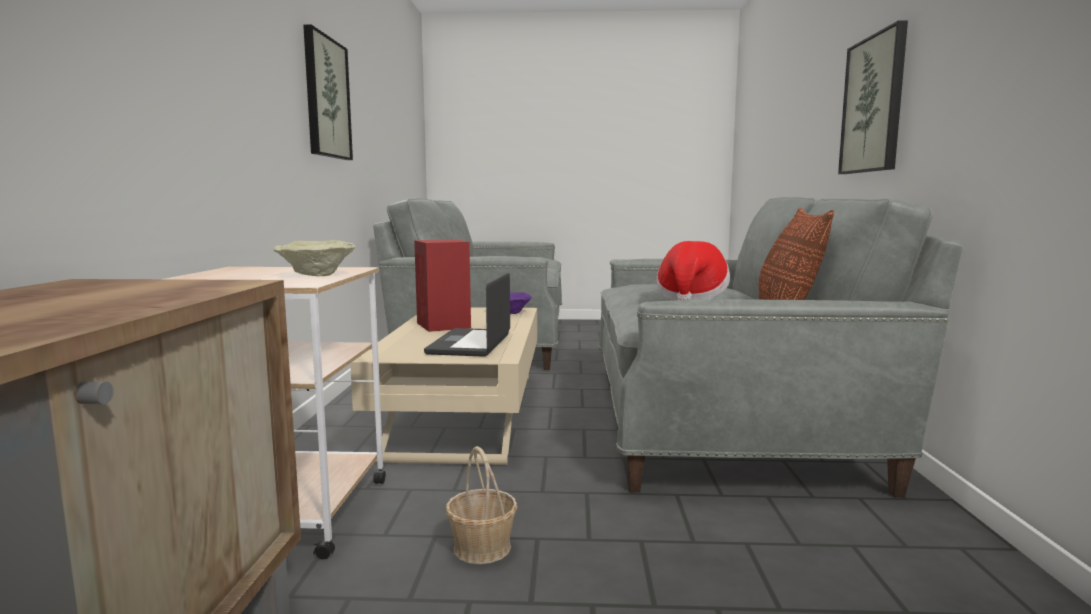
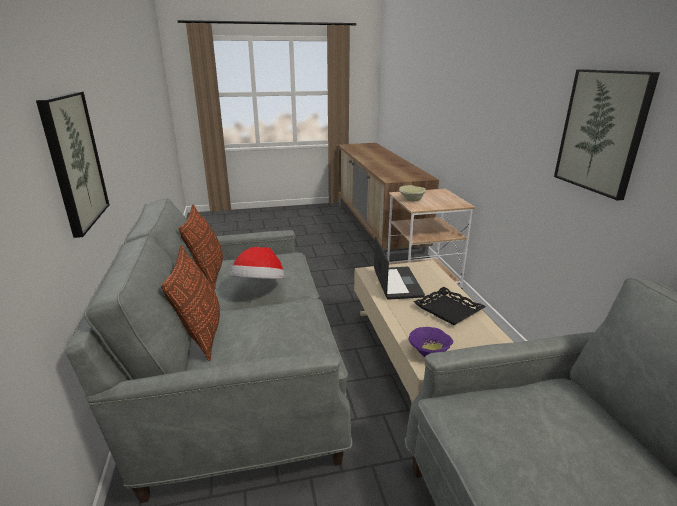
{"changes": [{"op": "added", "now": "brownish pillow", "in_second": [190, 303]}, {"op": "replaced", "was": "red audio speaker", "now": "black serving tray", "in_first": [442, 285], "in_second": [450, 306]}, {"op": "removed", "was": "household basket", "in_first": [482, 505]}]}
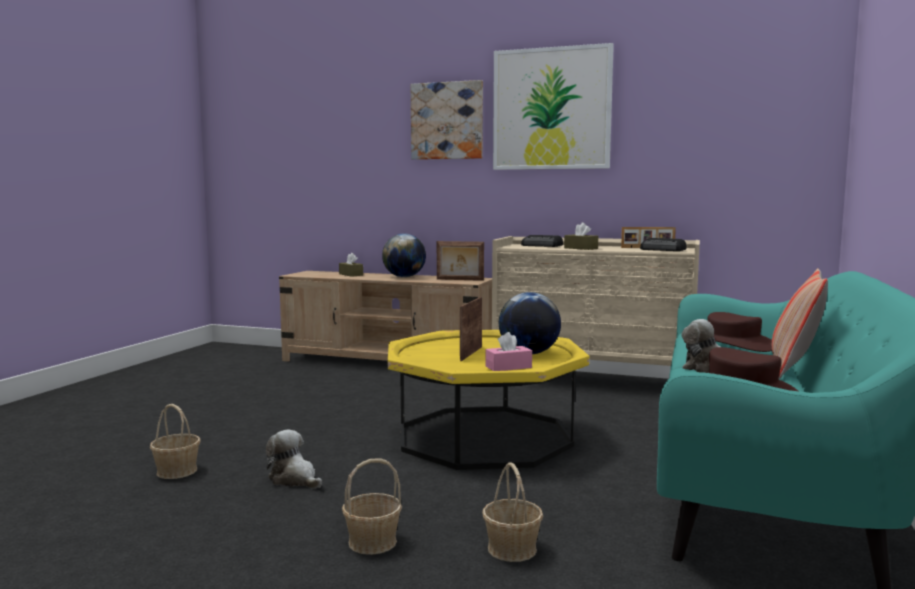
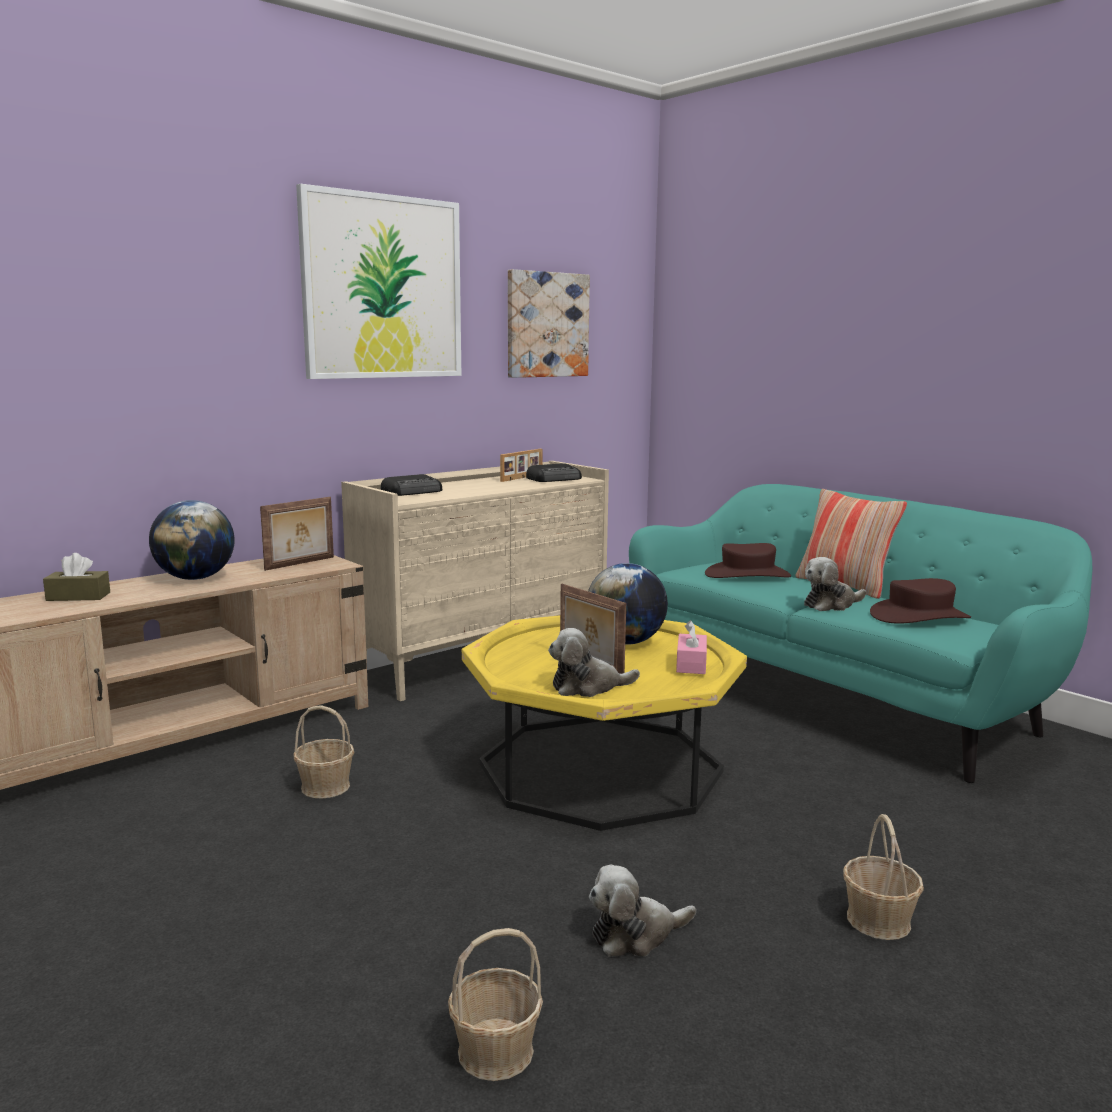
{"changes": [{"op": "moved", "was": "household basket", "in_first": [512, 512], "in_second": [323, 752]}, {"op": "moved", "was": "wall picture", "in_first": [447, 120], "in_second": [549, 323]}, {"op": "added", "now": "soft toy", "in_second": [594, 662]}, {"op": "removed", "was": "brownish tissue box", "in_first": [581, 236]}]}
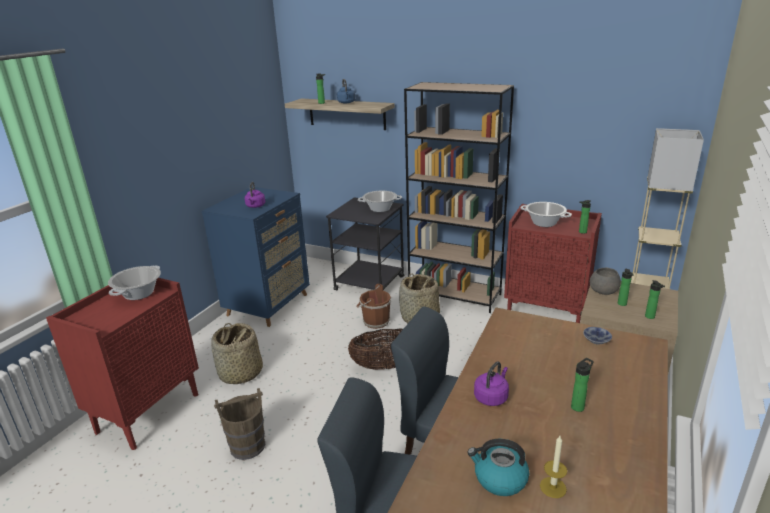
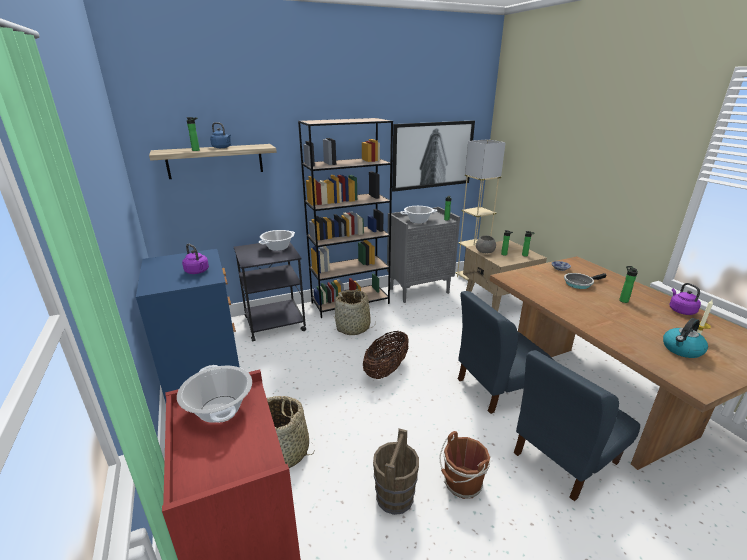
{"changes": [{"op": "recoloured", "was": "red storage cabinet", "now": "grey storage cabinet", "in_first": [553, 263], "in_second": [423, 255]}, {"op": "added", "now": "wall picture", "in_second": [433, 156]}, {"op": "moved", "was": "brownish pail", "in_first": [373, 306], "in_second": [465, 465]}, {"op": "added", "now": "frying pan", "in_second": [585, 281]}, {"op": "moved", "was": "purplish kettle", "in_first": [491, 383], "in_second": [685, 299]}]}
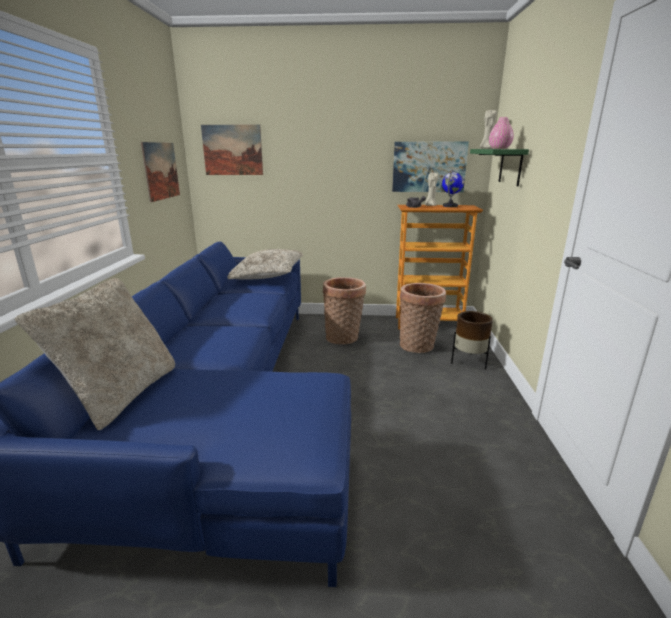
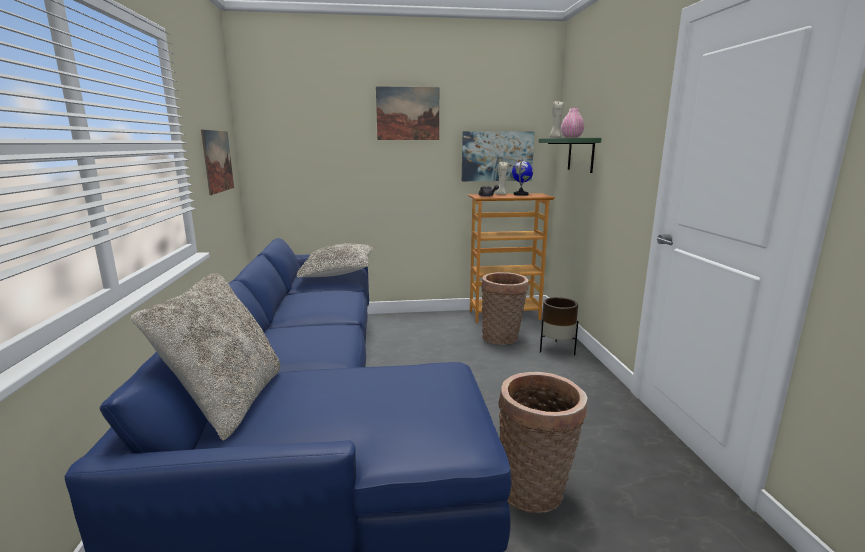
{"changes": [{"op": "moved", "was": "wall picture", "in_first": [232, 150], "in_second": [407, 113]}, {"op": "moved", "was": "household basket", "in_first": [344, 311], "in_second": [543, 442]}]}
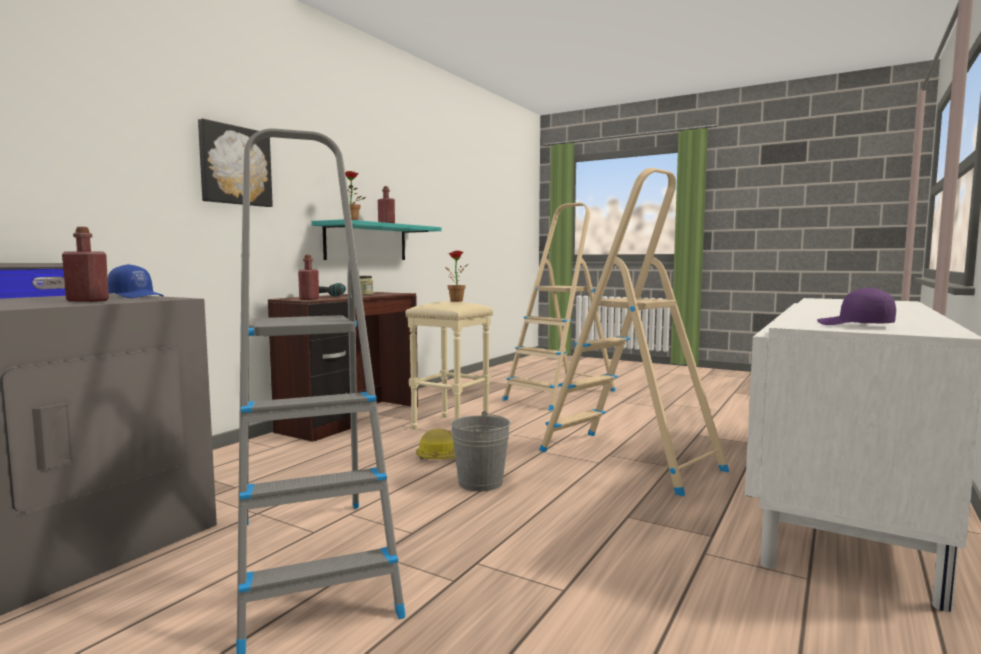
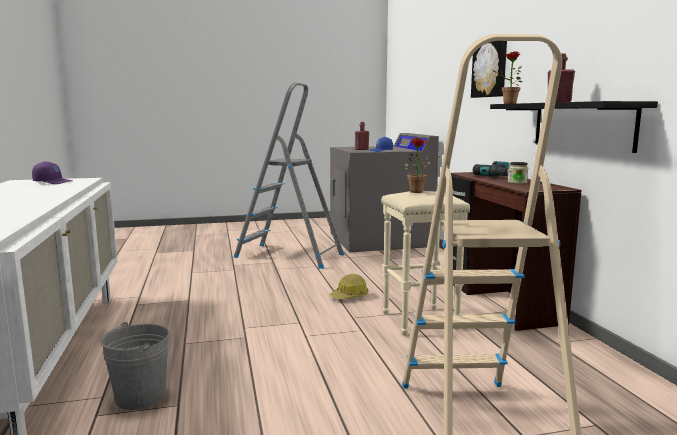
{"changes": [{"op": "moved", "was": "grey pail", "in_first": [481, 451], "in_second": [134, 366]}, {"op": "recoloured", "was": "turquoise-coloured shelf", "now": "black shelf", "in_first": [377, 239], "in_second": [574, 127]}, {"op": "removed", "was": "red beverage bottle", "in_first": [308, 277]}, {"op": "removed", "was": "beige stepladder", "in_first": [634, 332]}]}
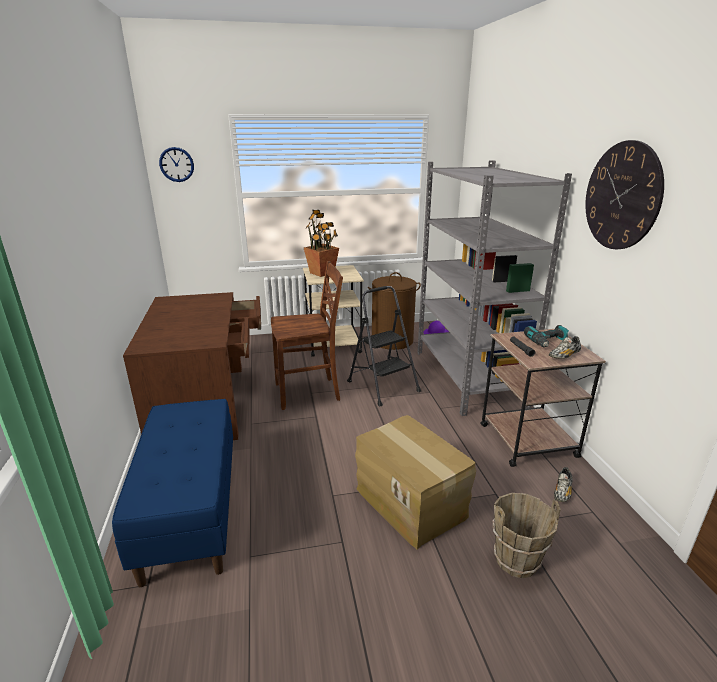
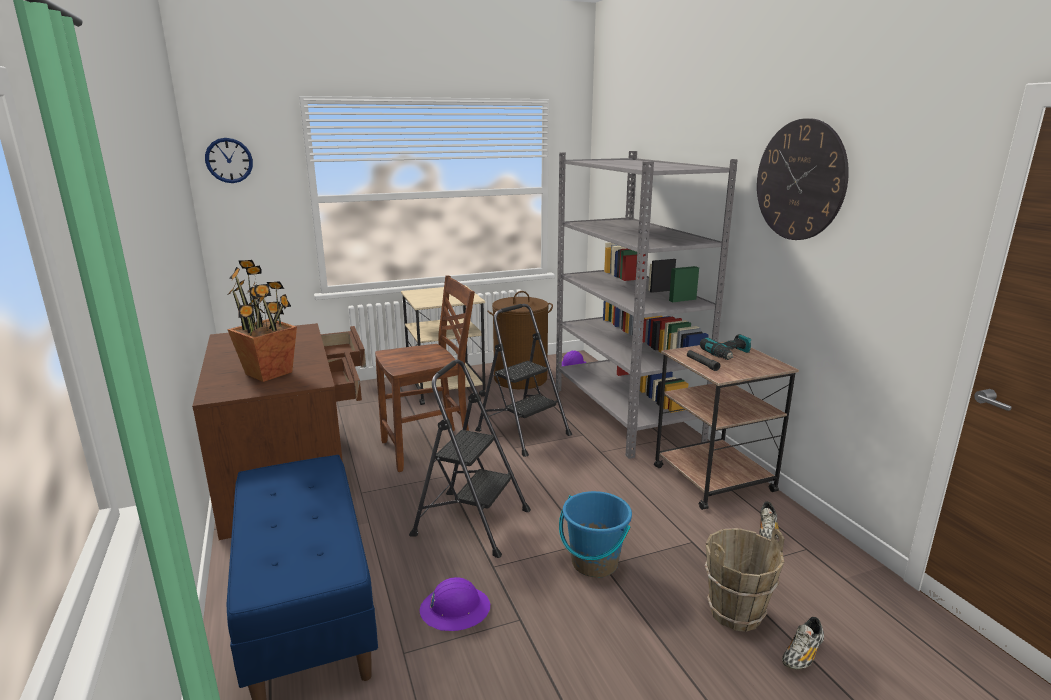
{"changes": [{"op": "moved", "was": "houseplant", "in_first": [321, 243], "in_second": [262, 321]}, {"op": "added", "now": "black stepladder", "in_second": [470, 459]}, {"op": "added", "now": "purplish hard hat", "in_second": [455, 604]}, {"op": "replaced", "was": "carton", "now": "blue-coloured pail", "in_first": [415, 482], "in_second": [595, 534]}, {"op": "moved", "was": "shoe", "in_first": [565, 347], "in_second": [803, 643]}]}
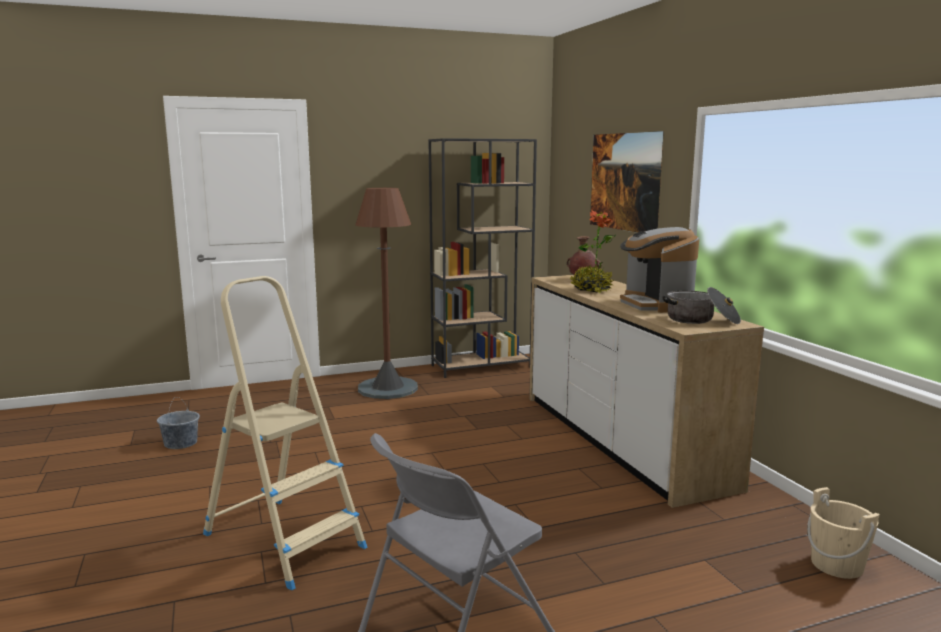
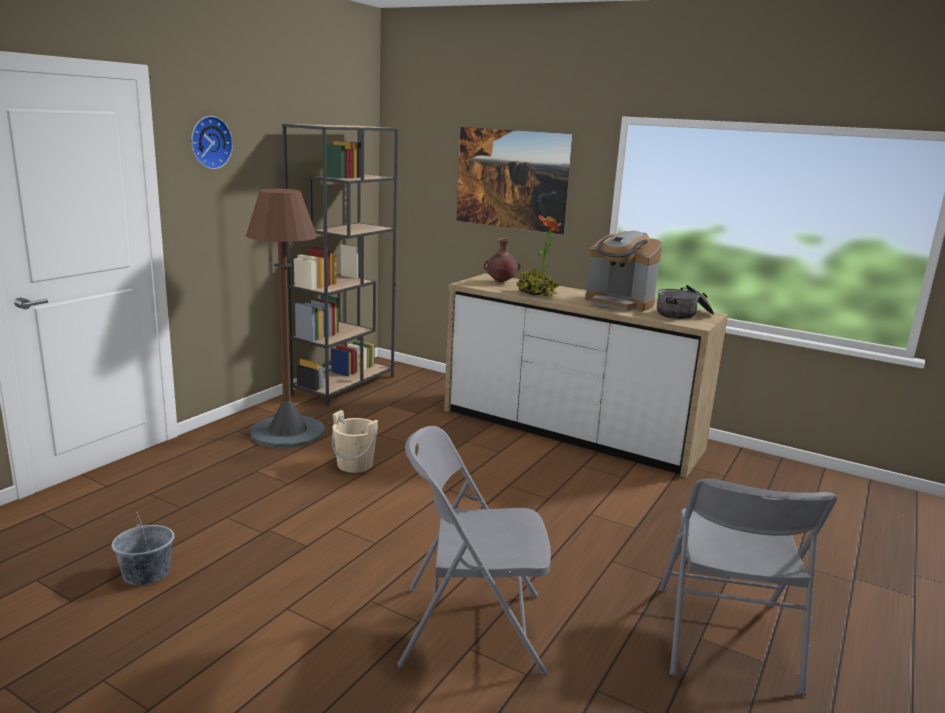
{"changes": [{"op": "added", "now": "hanging clock", "in_second": [212, 142]}, {"op": "moved", "was": "beige pail", "in_first": [843, 533], "in_second": [355, 441]}, {"op": "replaced", "was": "beige stepladder", "now": "grey upright chair", "in_first": [285, 433], "in_second": [474, 551]}]}
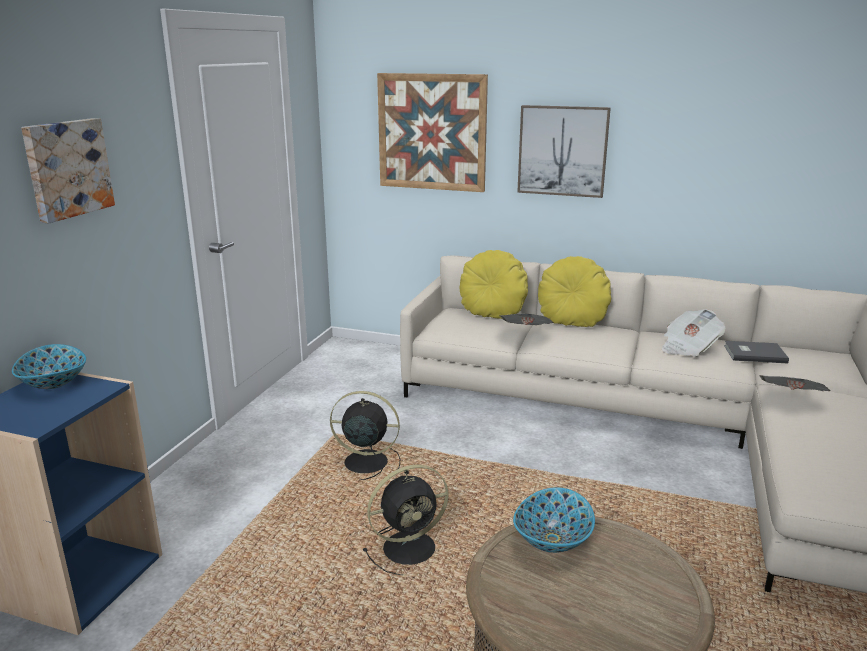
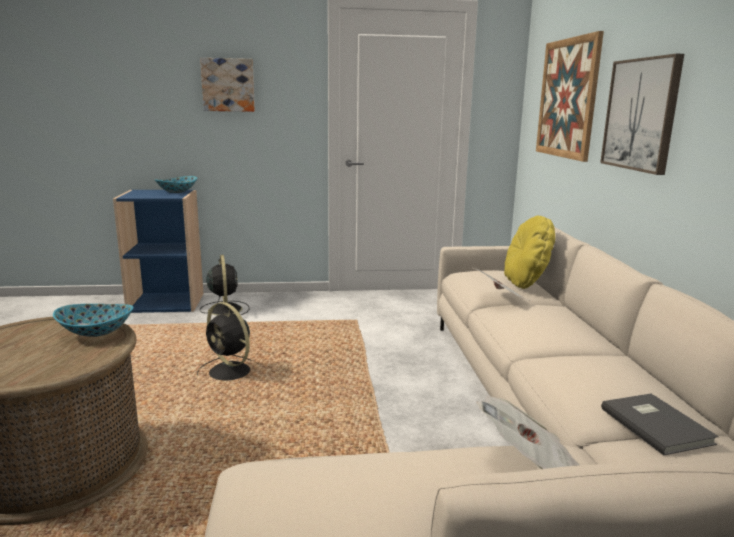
{"changes": [{"op": "moved", "was": "black cooling fan", "in_first": [365, 435], "in_second": [225, 285]}, {"op": "removed", "was": "yellowish pillow", "in_first": [574, 291]}, {"op": "removed", "was": "daily paper", "in_first": [693, 333]}]}
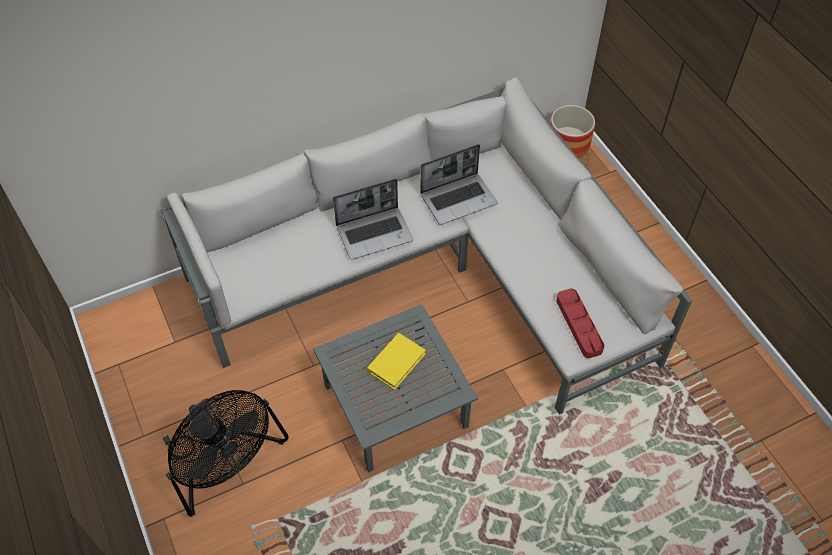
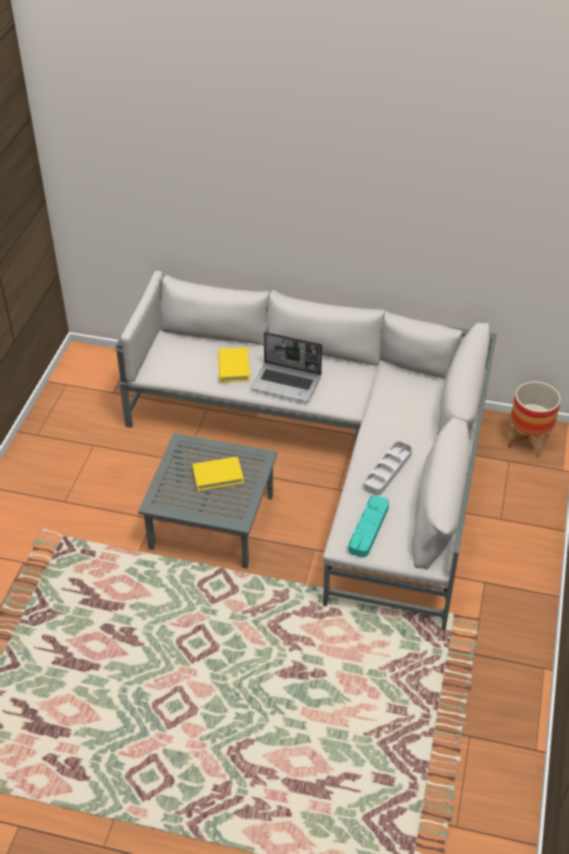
{"changes": [{"op": "added", "now": "yellowish book", "in_second": [234, 364]}, {"op": "recoloured", "was": "red serving tray", "now": "turquoise-coloured serving tray", "in_first": [580, 323], "in_second": [368, 526]}, {"op": "added", "now": "grey serving tray", "in_second": [388, 468]}, {"op": "removed", "was": "black cooling fan", "in_first": [226, 453]}, {"op": "removed", "was": "laptop", "in_first": [458, 184]}]}
